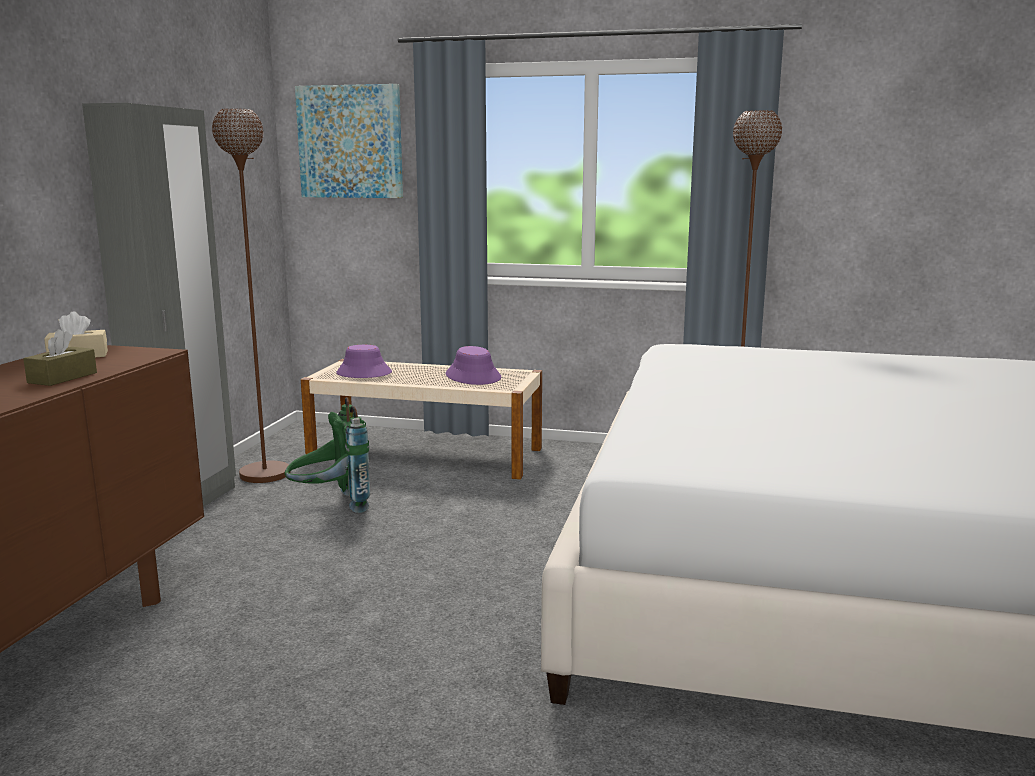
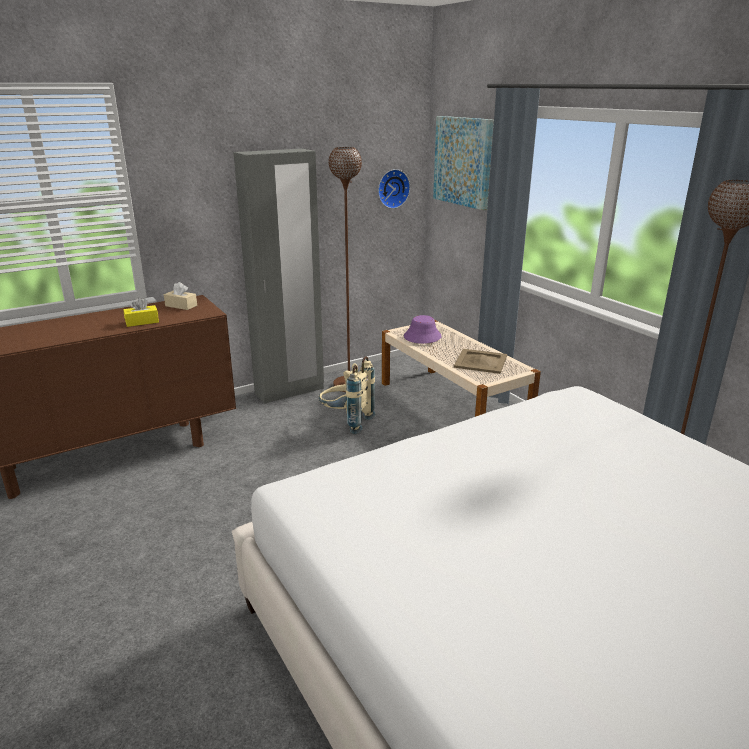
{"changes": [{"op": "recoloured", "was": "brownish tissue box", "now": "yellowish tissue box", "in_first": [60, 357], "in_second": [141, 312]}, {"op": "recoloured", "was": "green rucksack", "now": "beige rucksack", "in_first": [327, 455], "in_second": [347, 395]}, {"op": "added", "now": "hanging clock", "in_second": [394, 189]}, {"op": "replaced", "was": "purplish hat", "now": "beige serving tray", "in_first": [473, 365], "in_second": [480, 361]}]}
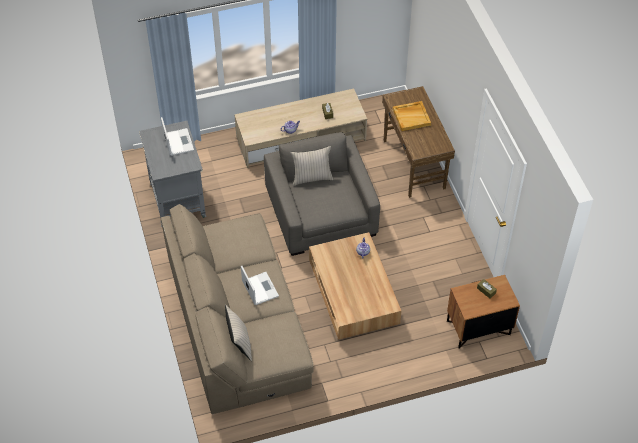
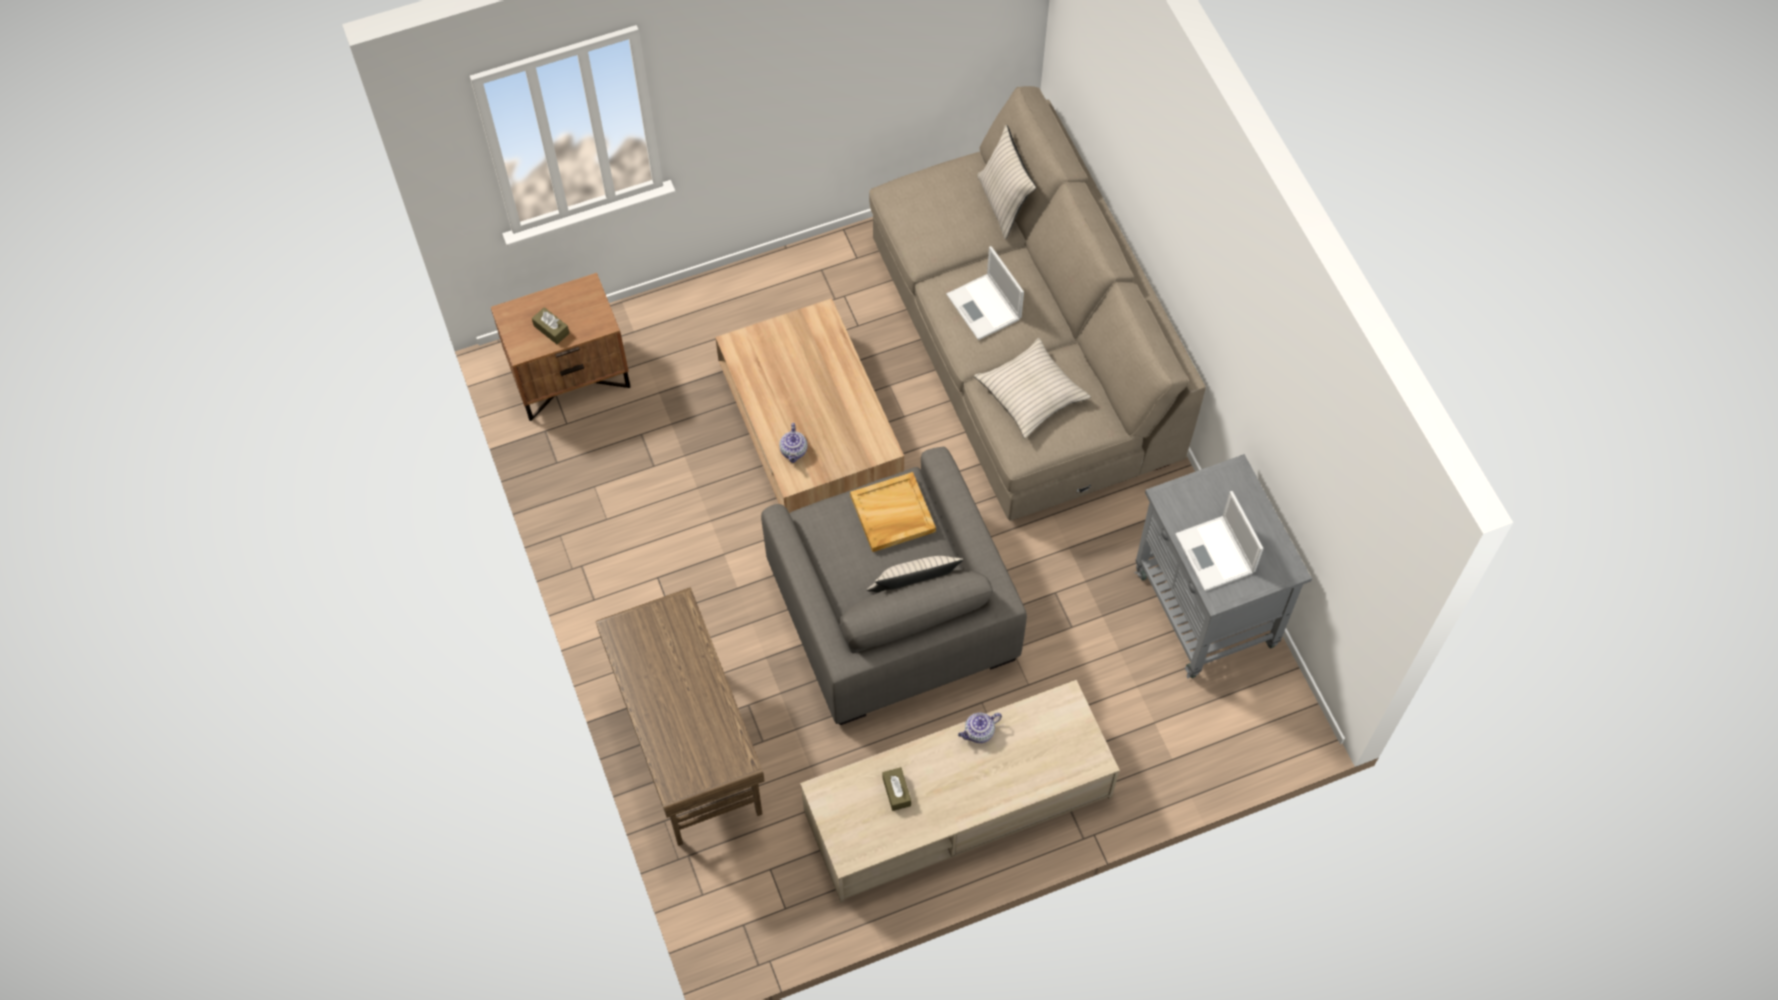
{"changes": [{"op": "moved", "was": "beige serving tray", "in_first": [412, 116], "in_second": [893, 512]}, {"op": "added", "now": "beige pillow", "in_second": [1032, 388]}]}
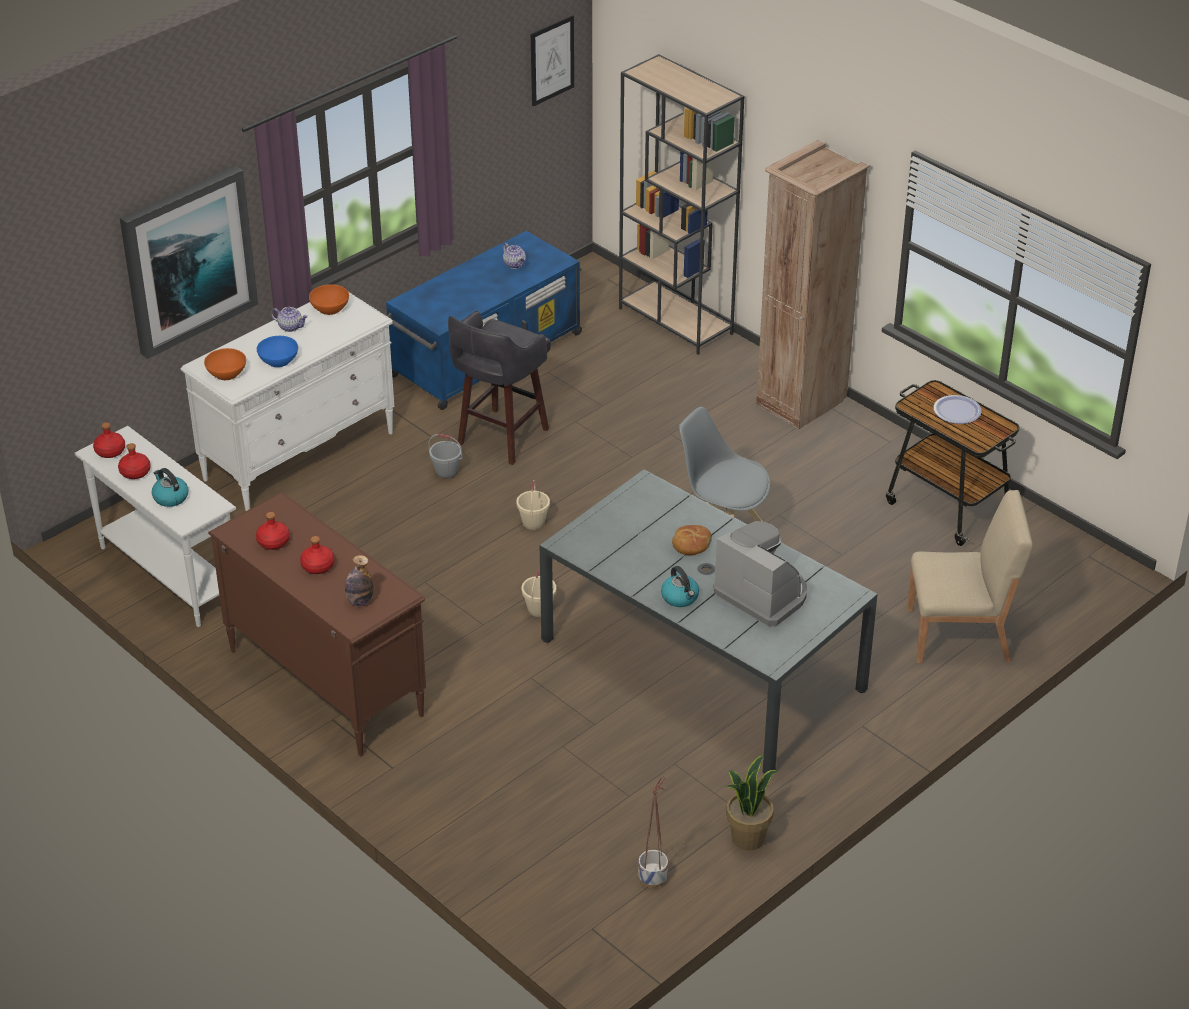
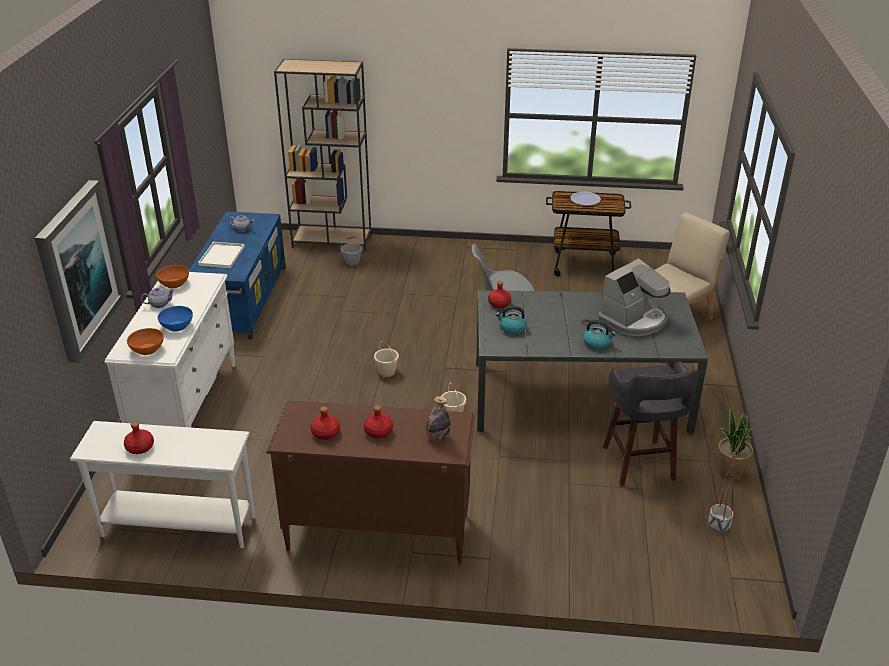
{"changes": [{"op": "added", "now": "whitish serving tray", "in_second": [221, 255]}, {"op": "moved", "was": "grey pail", "in_first": [445, 456], "in_second": [351, 251]}, {"op": "moved", "was": "red beverage bottle", "in_first": [109, 440], "in_second": [499, 294]}, {"op": "moved", "was": "kettle", "in_first": [170, 487], "in_second": [511, 320]}, {"op": "turned", "was": "coffee brewer", "in_first": [760, 574], "in_second": [634, 297], "clockwise": 135}, {"op": "moved", "was": "grey sitting stool", "in_first": [499, 388], "in_second": [650, 423]}, {"op": "removed", "was": "wall picture", "in_first": [552, 61]}, {"op": "removed", "was": "bread", "in_first": [692, 540]}, {"op": "removed", "was": "brownish storage cabinet", "in_first": [813, 284]}]}
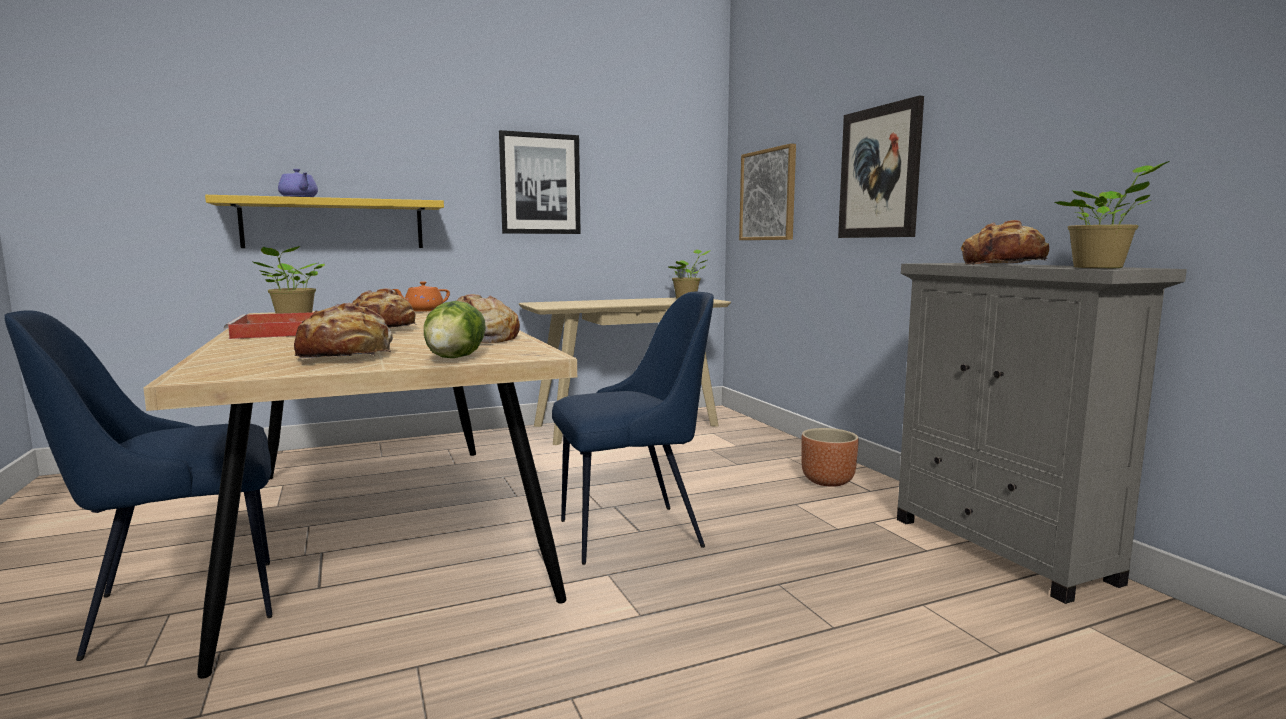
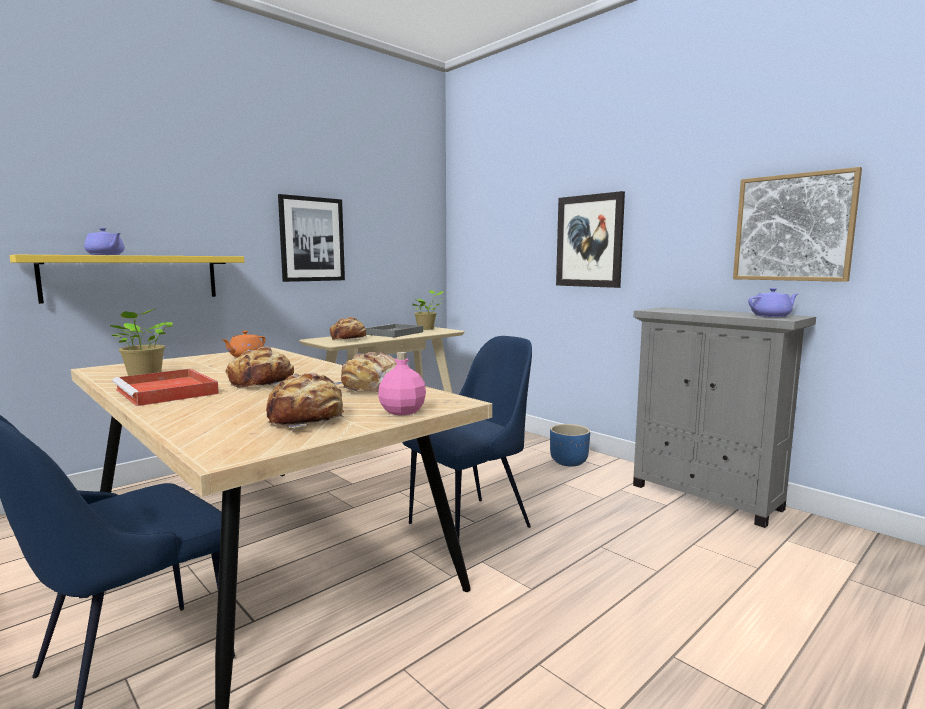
{"changes": [{"op": "moved", "was": "bread", "in_first": [1005, 242], "in_second": [348, 328]}, {"op": "added", "now": "grey serving tray", "in_second": [394, 330]}, {"op": "replaced", "was": "head of lettuce", "now": "pink-coloured beverage bottle", "in_first": [455, 329], "in_second": [402, 383]}, {"op": "recoloured", "was": "brownish planter", "now": "blue-coloured planter", "in_first": [830, 457], "in_second": [570, 445]}, {"op": "moved", "was": "wall picture", "in_first": [767, 191], "in_second": [797, 224]}, {"op": "replaced", "was": "houseplant", "now": "purplish tea pot", "in_first": [1112, 214], "in_second": [773, 302]}]}
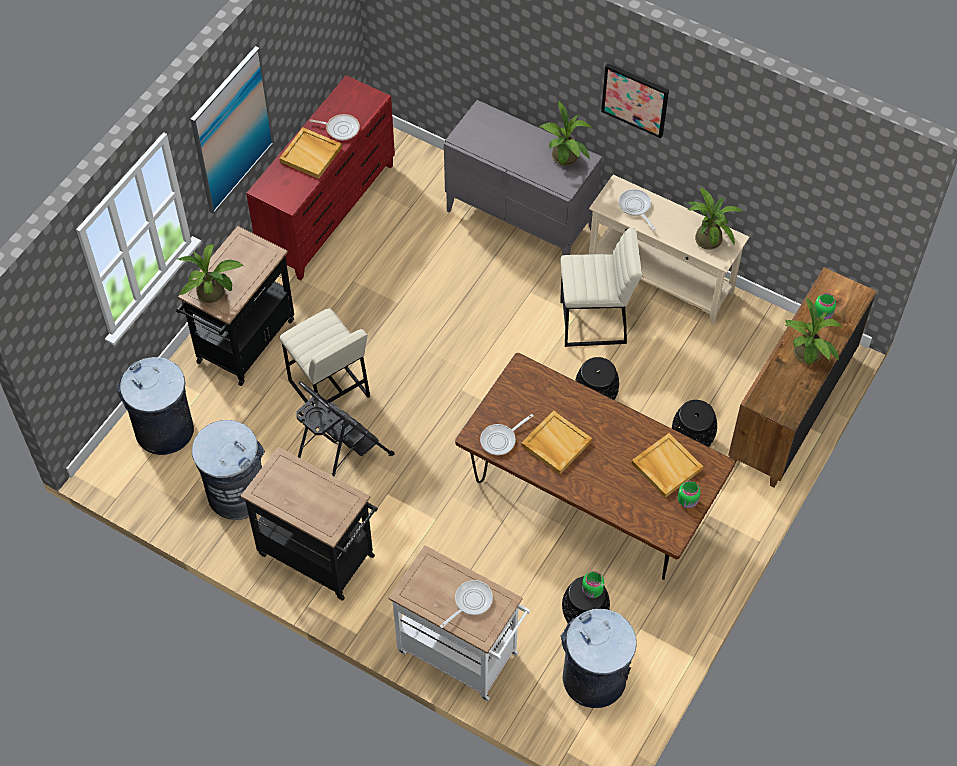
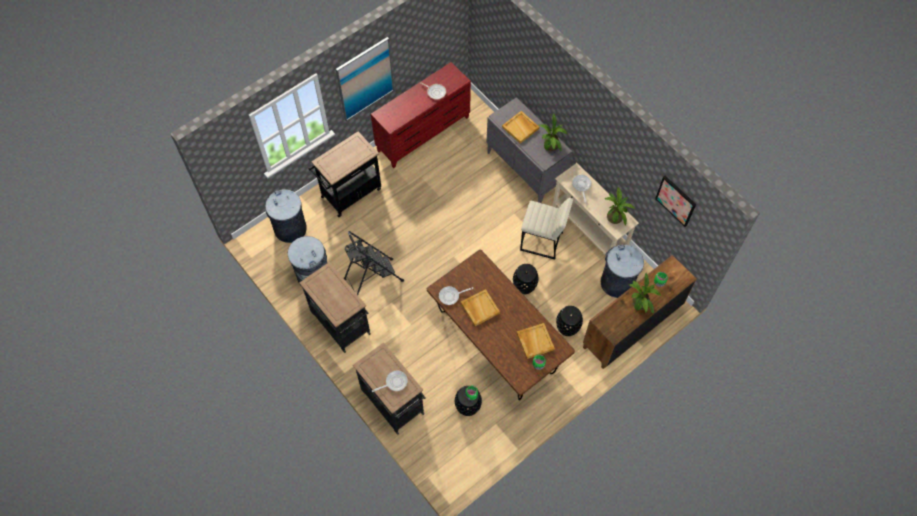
{"changes": [{"op": "recoloured", "was": "whitish cart", "now": "black cart", "in_first": [459, 623], "in_second": [389, 388]}, {"op": "moved", "was": "beige serving tray", "in_first": [310, 153], "in_second": [520, 127]}, {"op": "moved", "was": "grey waste bin", "in_first": [599, 658], "in_second": [622, 271]}, {"op": "moved", "was": "wall picture", "in_first": [635, 100], "in_second": [675, 201]}, {"op": "removed", "was": "houseplant", "in_first": [210, 273]}, {"op": "removed", "was": "beige upright chair", "in_first": [325, 355]}]}
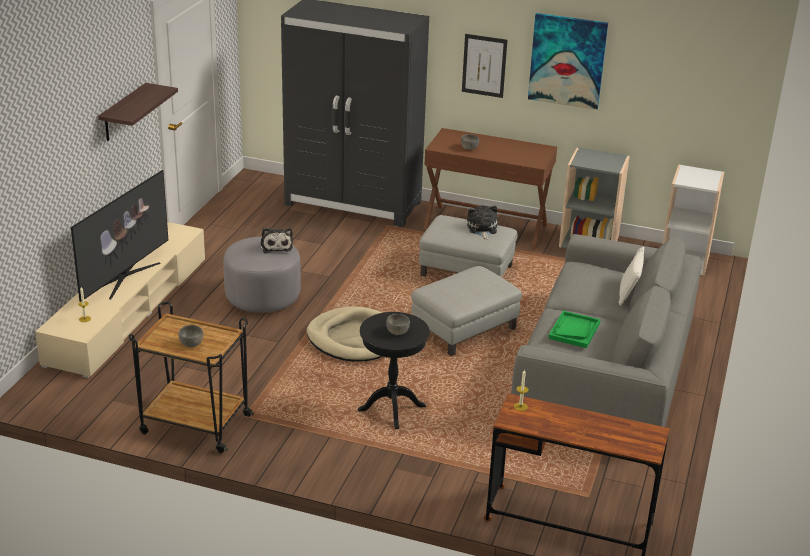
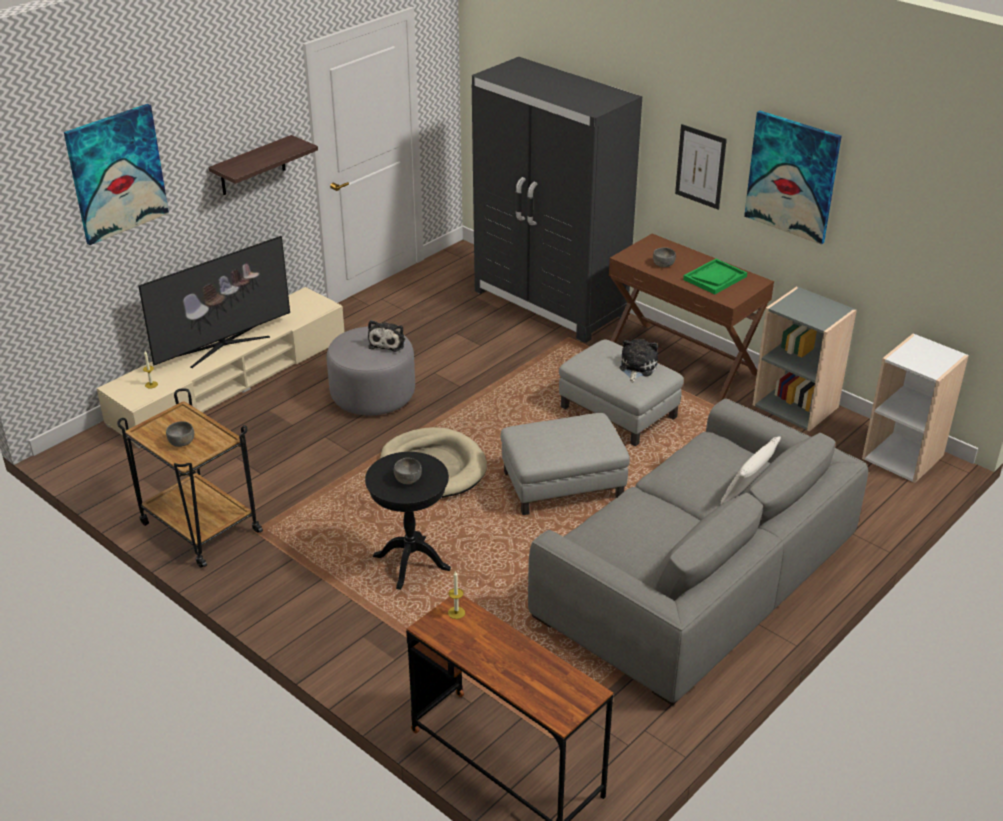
{"changes": [{"op": "added", "now": "wall picture", "in_second": [116, 174]}, {"op": "moved", "was": "green serving tray", "in_first": [574, 329], "in_second": [715, 276]}]}
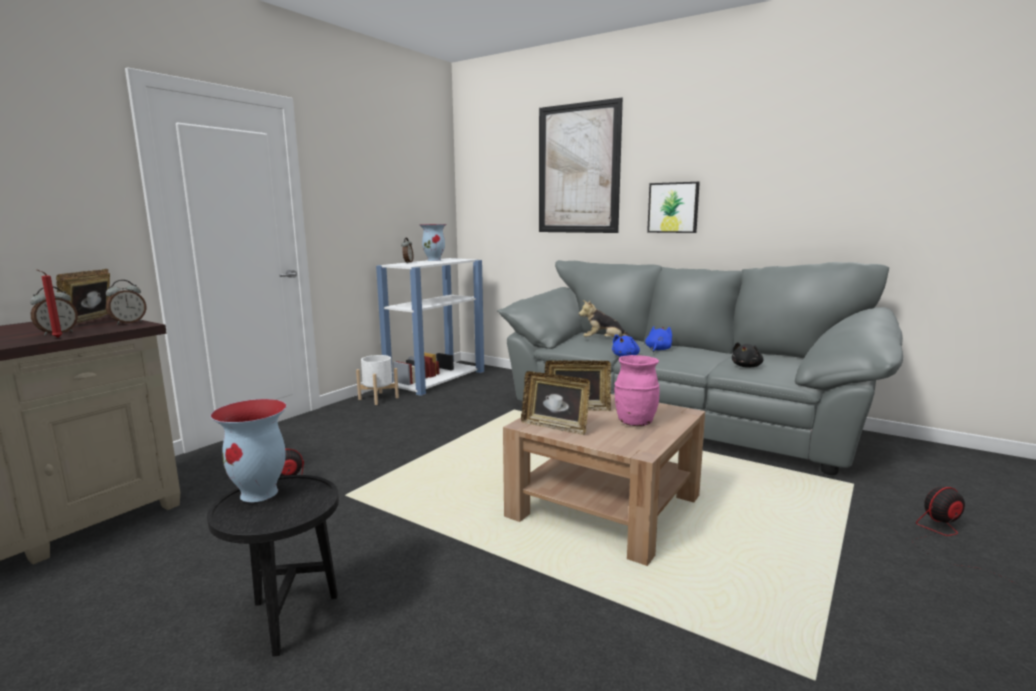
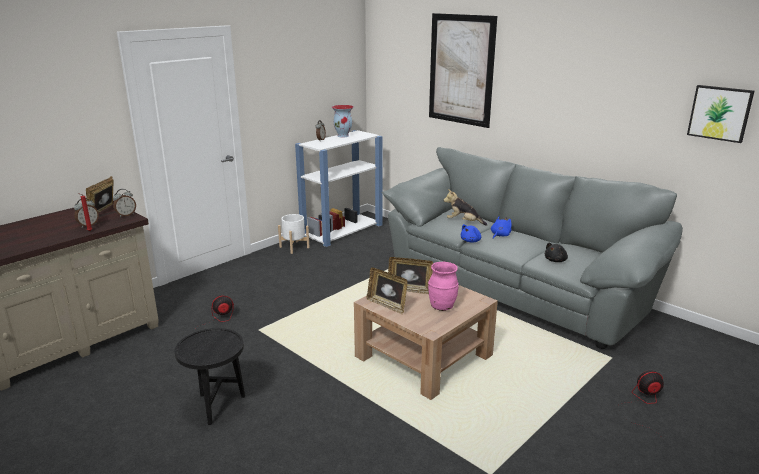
{"changes": [{"op": "moved", "was": "wall picture", "in_first": [673, 207], "in_second": [720, 114]}, {"op": "removed", "was": "decorative vase", "in_first": [249, 450]}]}
